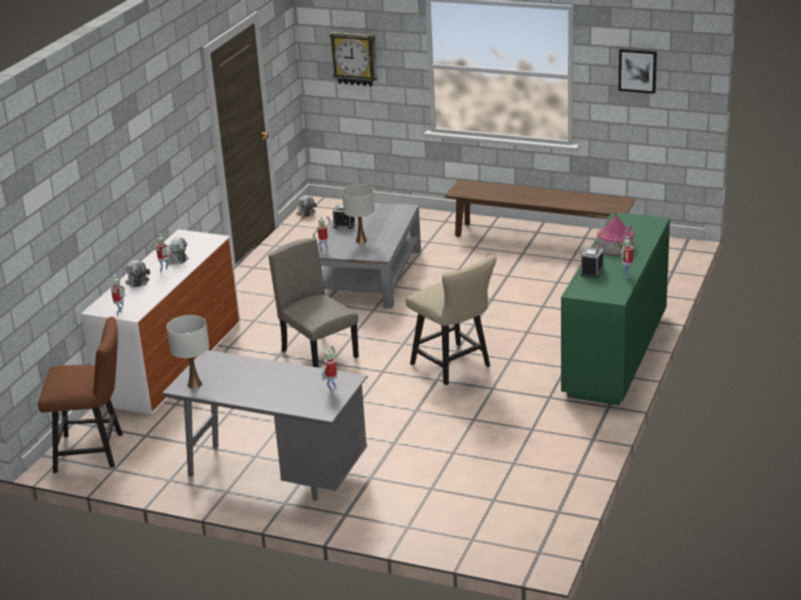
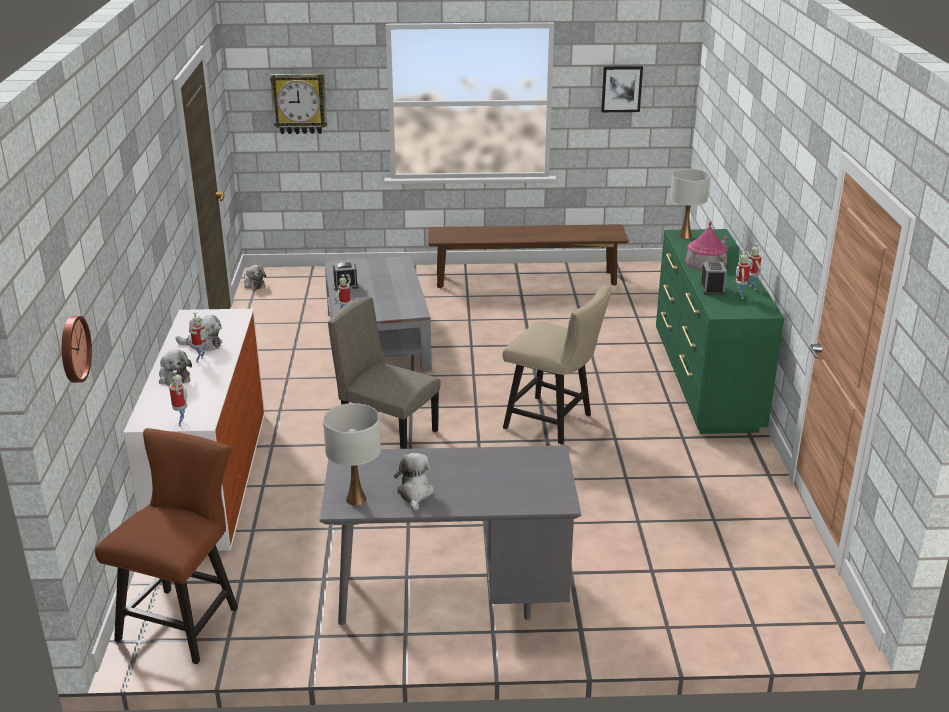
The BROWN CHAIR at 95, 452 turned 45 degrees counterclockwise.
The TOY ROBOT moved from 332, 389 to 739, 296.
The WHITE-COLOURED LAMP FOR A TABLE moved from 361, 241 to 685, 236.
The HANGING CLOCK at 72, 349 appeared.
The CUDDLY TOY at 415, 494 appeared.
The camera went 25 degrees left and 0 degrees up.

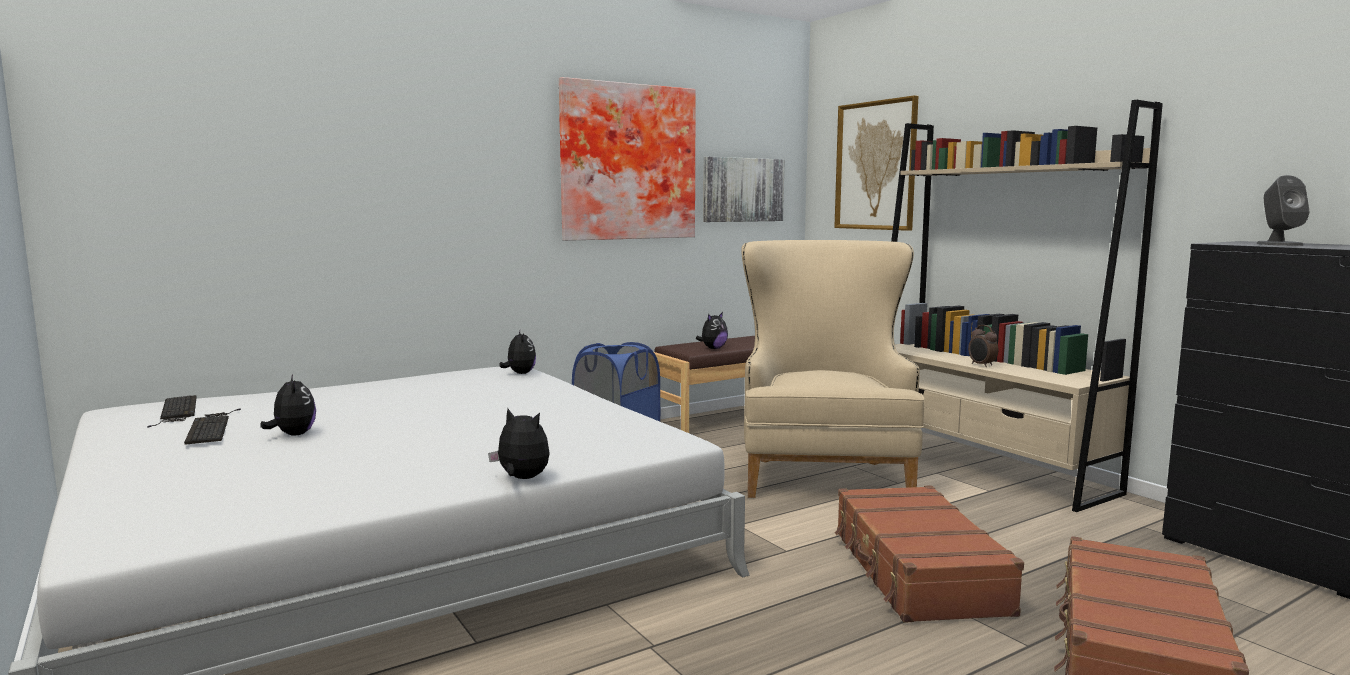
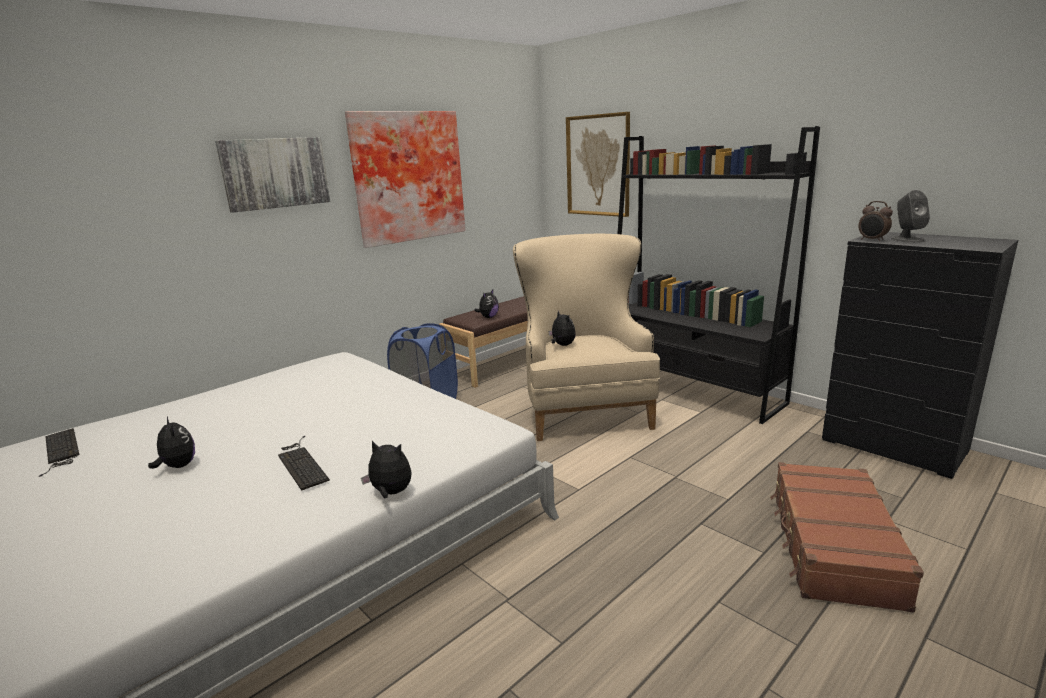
The KEYBOARD moved from 211, 427 to 301, 463.
The CUDDLY TOY moved from 519, 373 to 562, 345.
The WALL ART moved from 742, 190 to 275, 173.
The BROWN SUITCASE at 916, 572 disappeared.
The BEIGE-COLOURED BOOKCASE at 984, 466 became the BLACK-COLOURED BOOKCASE at 692, 389.
The ALARM CLOCK moved from 981, 365 to 872, 240.
The camera went 10 degrees left and 10 degrees up.

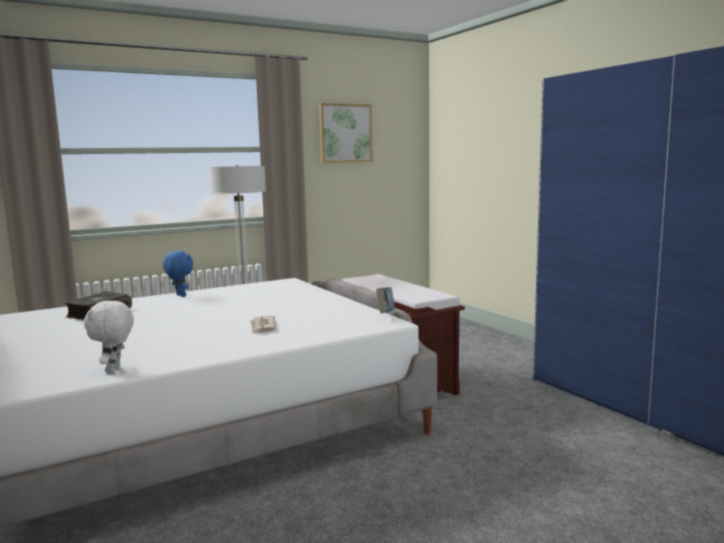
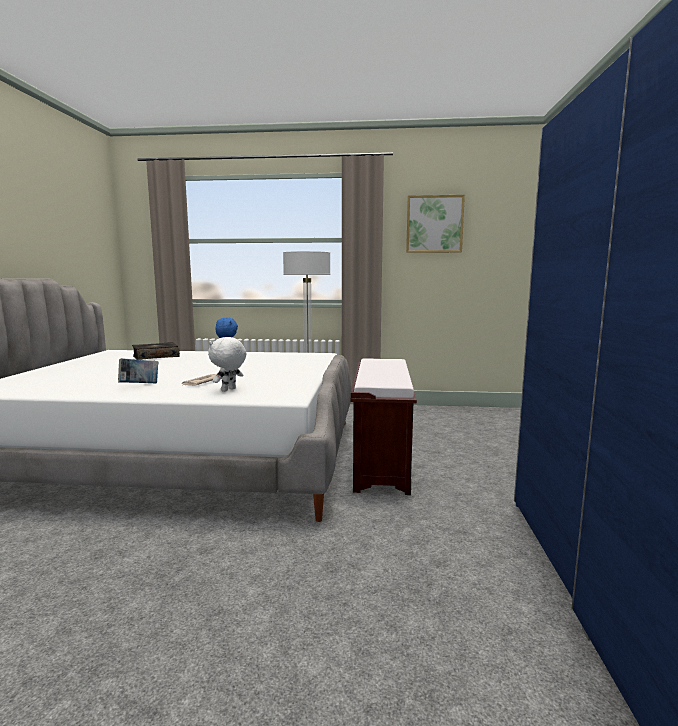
The WHITE-COLOURED CUDDLY TOY moved from 114, 370 to 229, 390.
The BOOK moved from 386, 314 to 139, 385.
The camera went 35 degrees right and 0 degrees up.

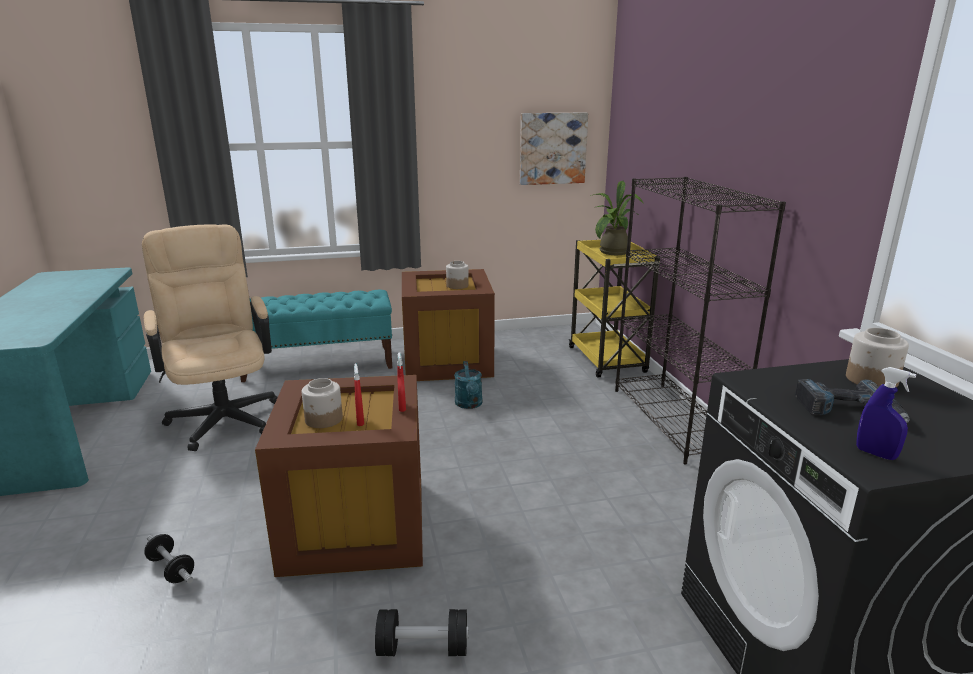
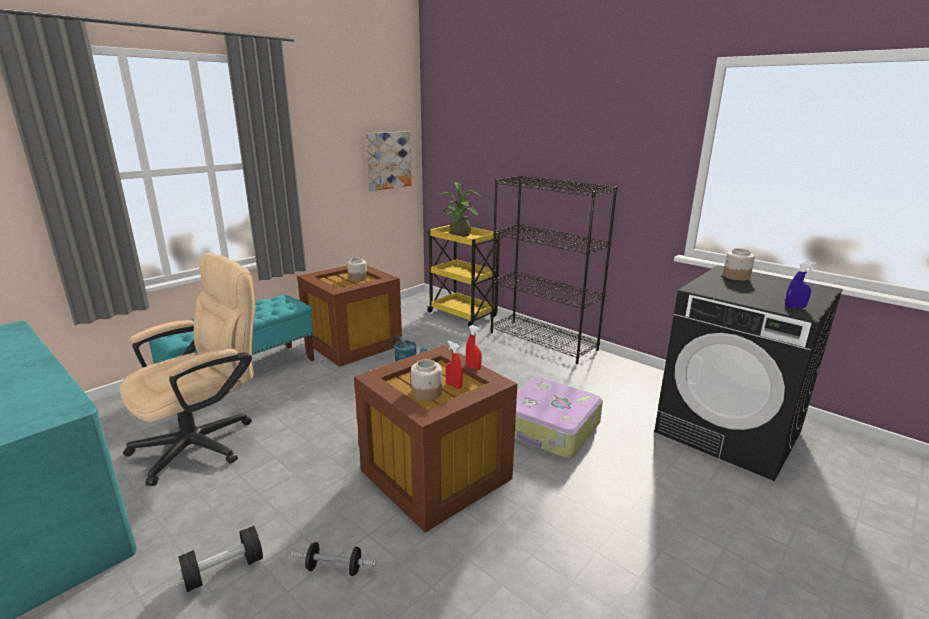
The BEIGE-COLOURED OFFICE CHAIR at 224, 415 turned 105 degrees clockwise.
The BLACK-COLOURED FREE WEIGHT moved from 423, 648 to 224, 570.
The ELECTRIC DRILL at 848, 410 disappeared.
The SUITCASE at 549, 428 appeared.
The camera went 35 degrees left and 0 degrees up.

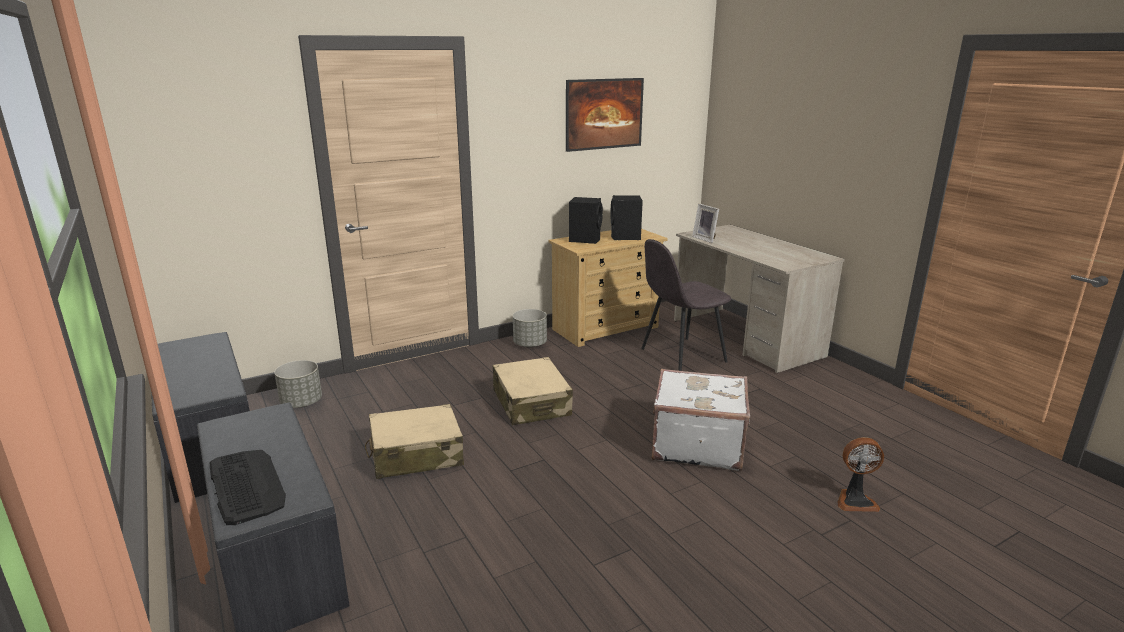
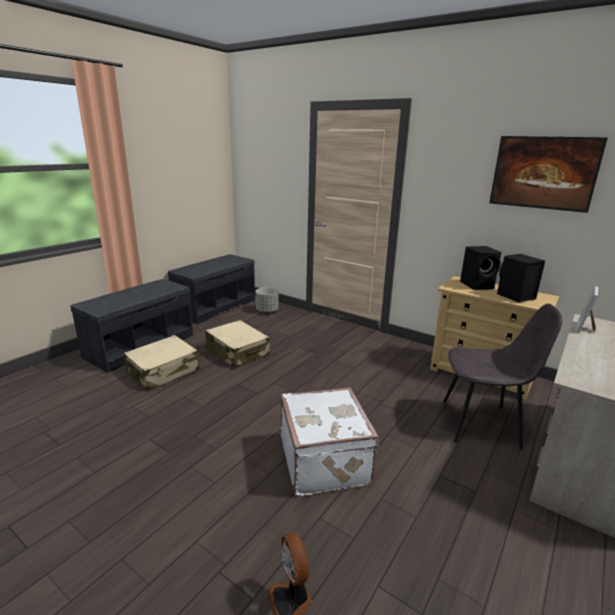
The KEYBOARD at 246, 485 disappeared.
The BEIGE-COLOURED SUITCASE moved from 531, 403 to 164, 371.
The GREY PLANTER at 530, 344 disappeared.
The GREY CHAIR at 681, 356 turned 150 degrees clockwise.
The camera went 65 degrees right and 0 degrees up.

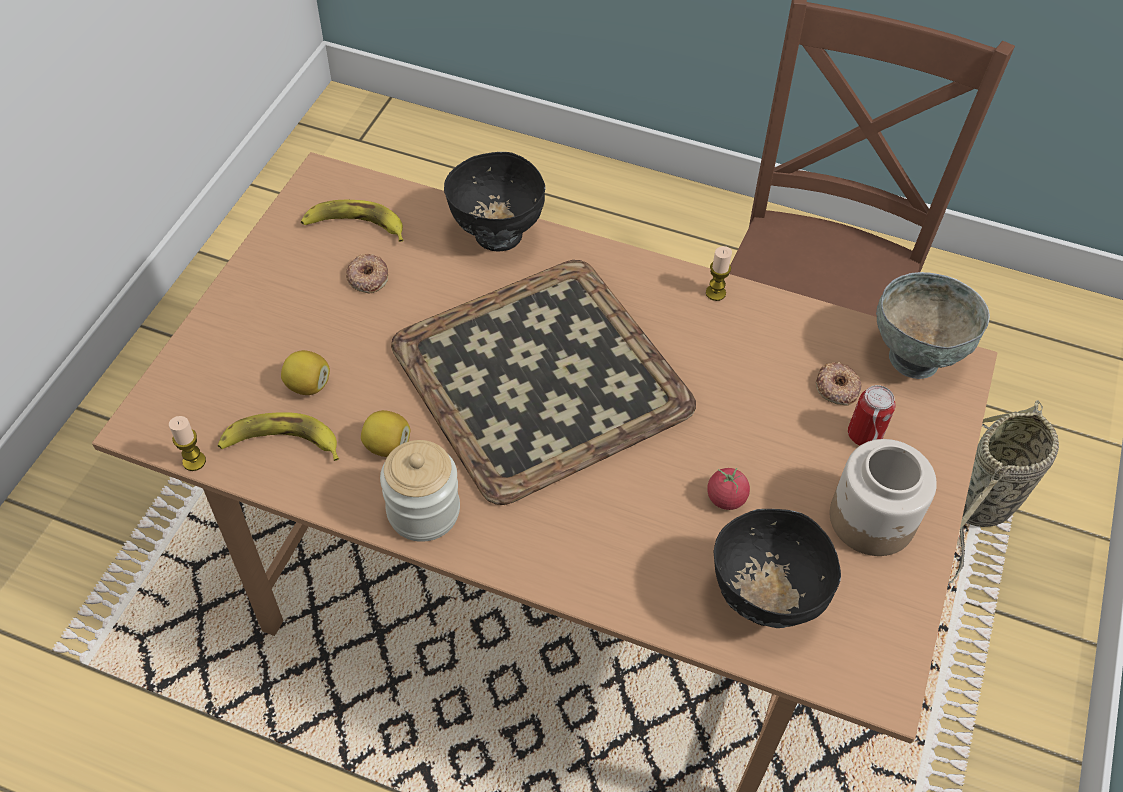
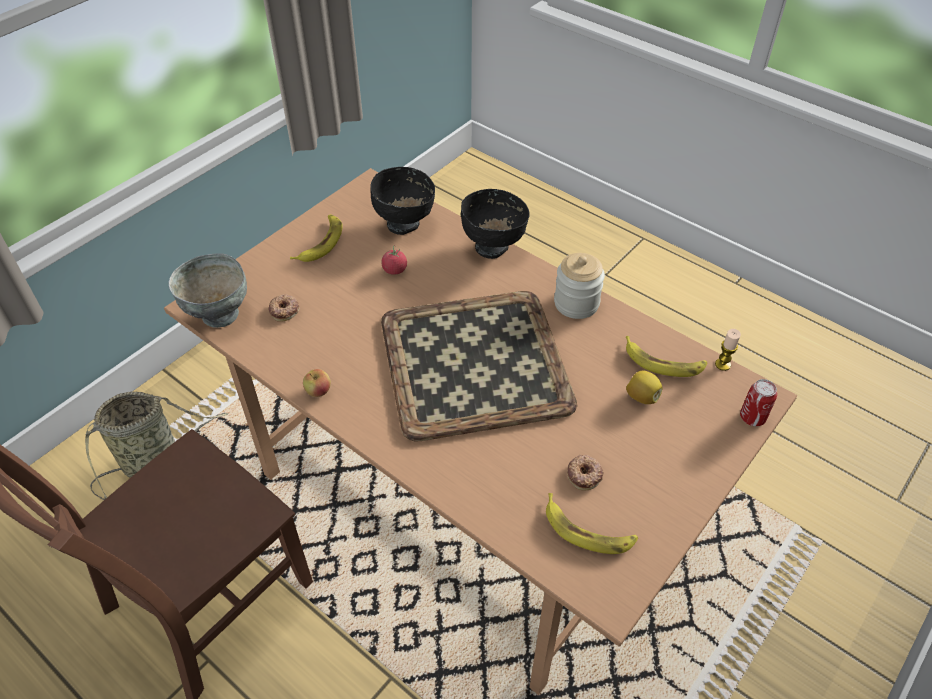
The WHOLE LEMON at 387, 445 disappeared.
The BLACK-COLOURED BOWL moved from 497, 236 to 493, 247.
The CANDLE at 715, 293 was replaced by the WHOLE APPLE at 318, 391.
The STORAGE JAR at 873, 520 was replaced by the WHOLE BANANA at 321, 242.
The METAL CAN moved from 864, 435 to 752, 417.
The camera went 160 degrees left and 5 degrees down.

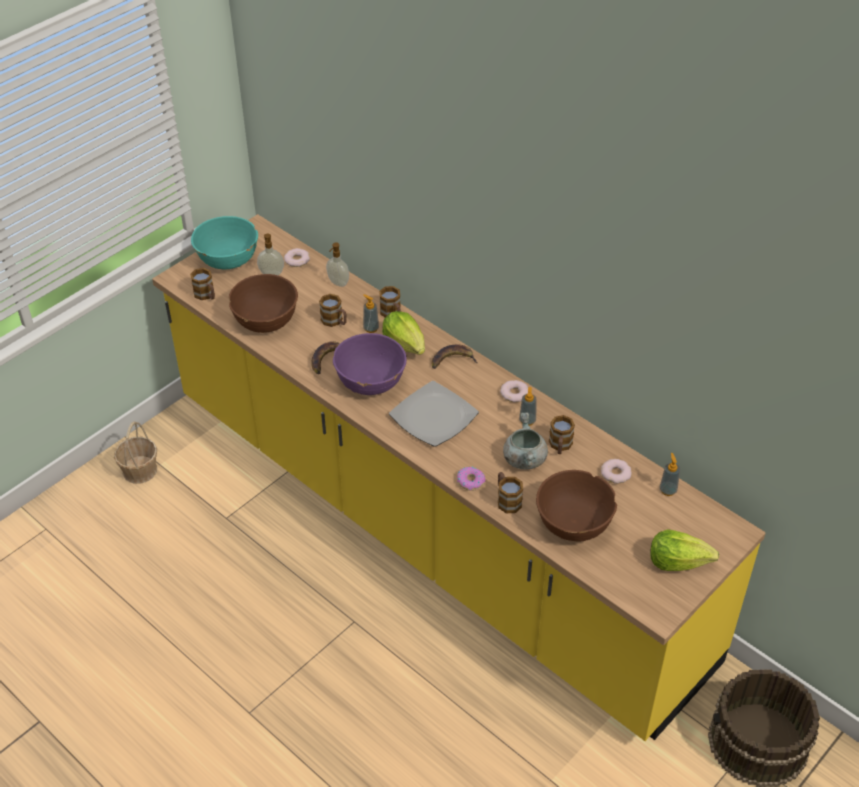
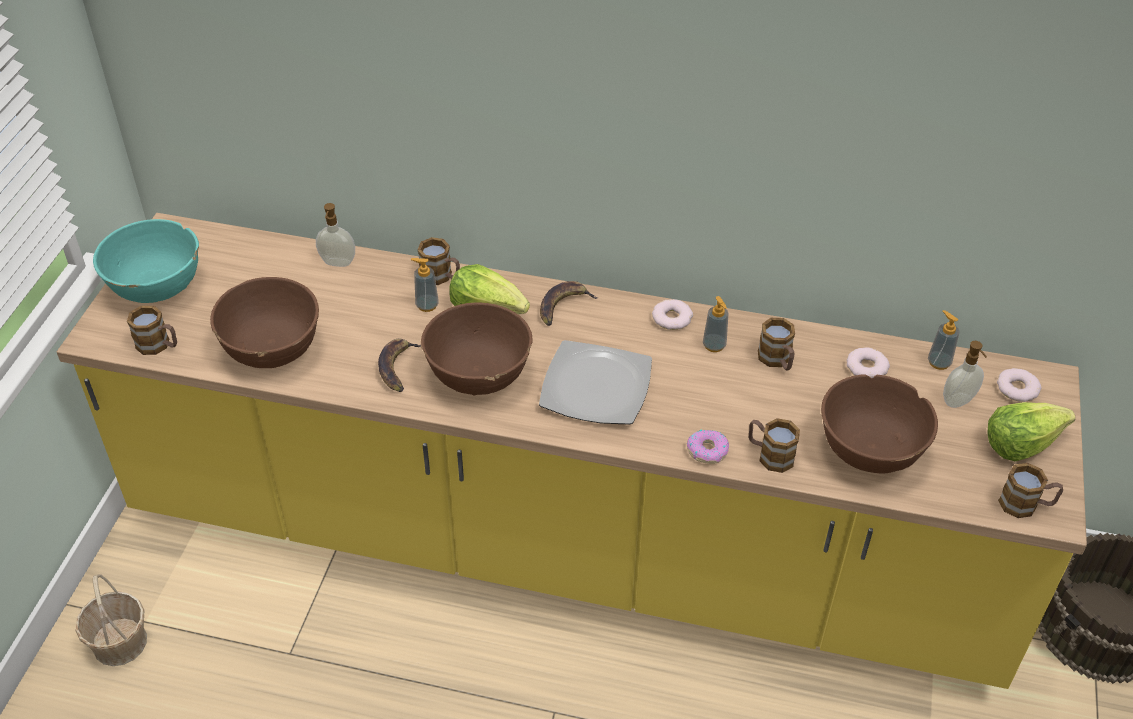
The SOAP DISPENSER moved from 271, 274 to 958, 401.
The DOUGHNUT moved from 297, 260 to 1017, 388.
The MUG moved from 335, 321 to 1026, 505.
The PURPLE-COLOURED BOWL at 370, 381 became the BROWN BOWL at 479, 373.
The GREY SAUCEPOT at 524, 459 disappeared.
The camera went 30 degrees left and 0 degrees up.

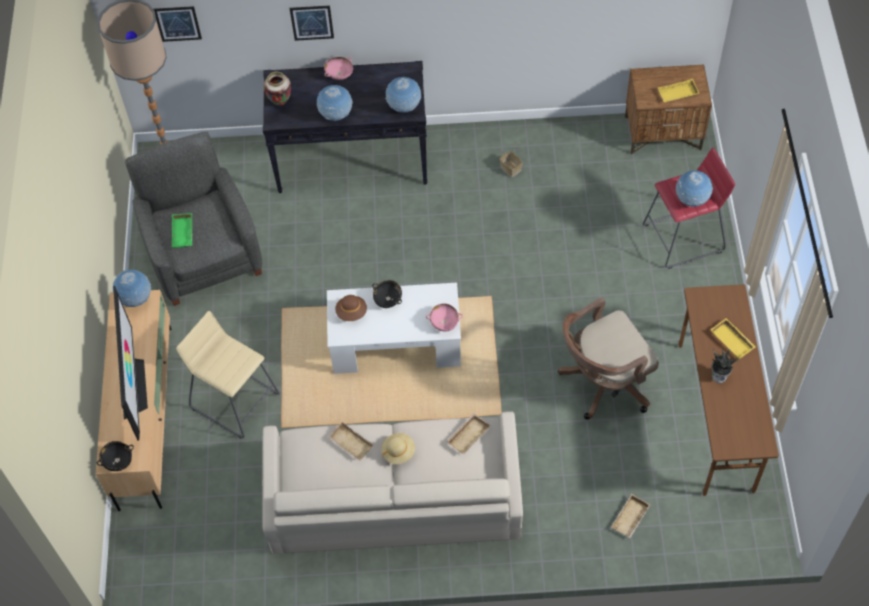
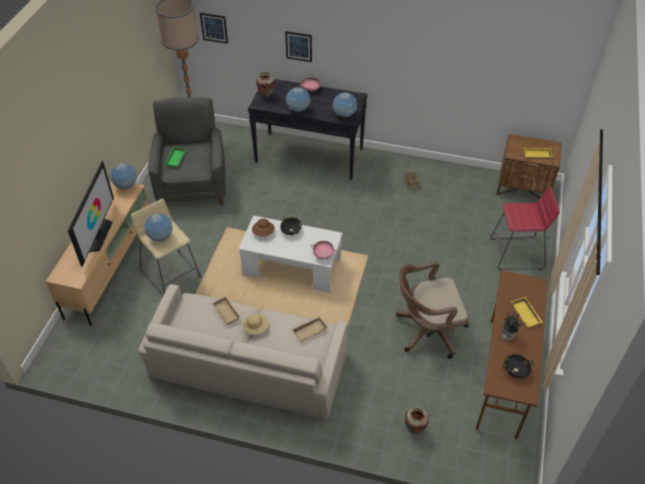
The BLACK-COLOURED BOWL moved from 118, 461 to 515, 370.
The BEIGE-COLOURED CARRYING TRAY at 631, 519 was replaced by the FLOWER VASE at 414, 430.
The GLOBE moved from 691, 200 to 161, 237.
The camera went 15 degrees right and 10 degrees down.

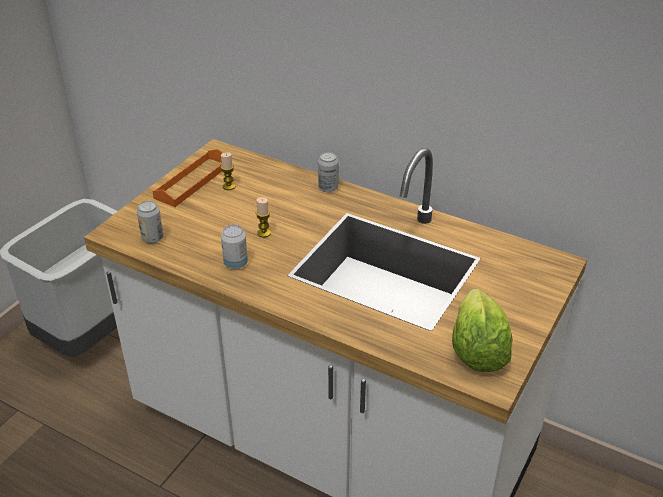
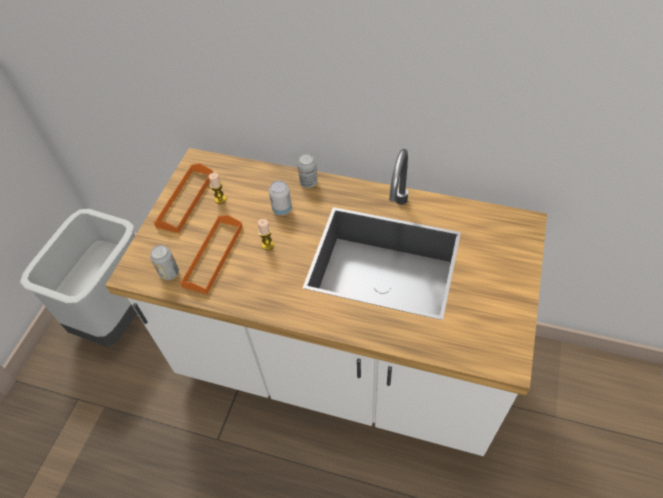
The METAL CAN moved from 236, 263 to 282, 209.
The LETTUCE at 477, 350 disappeared.
The ORANGE-COLOURED CARRYING TRAY at 213, 256 appeared.
The camera went 10 degrees left and 15 degrees up.

